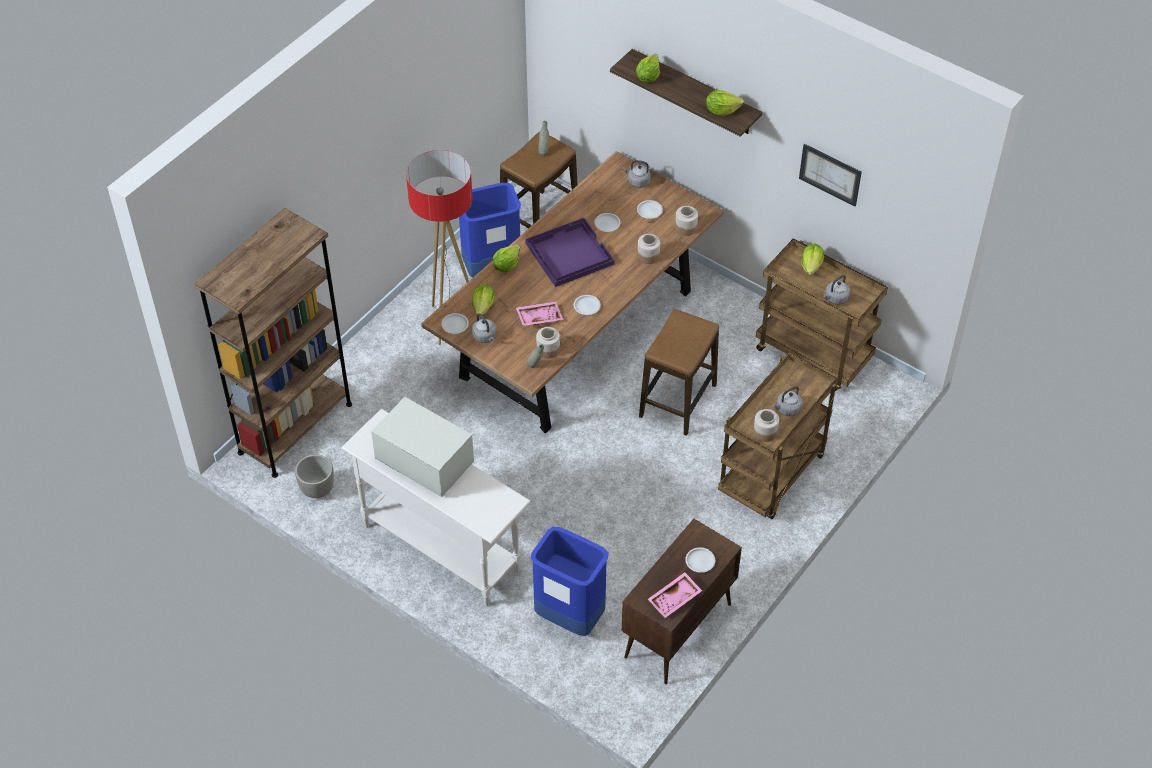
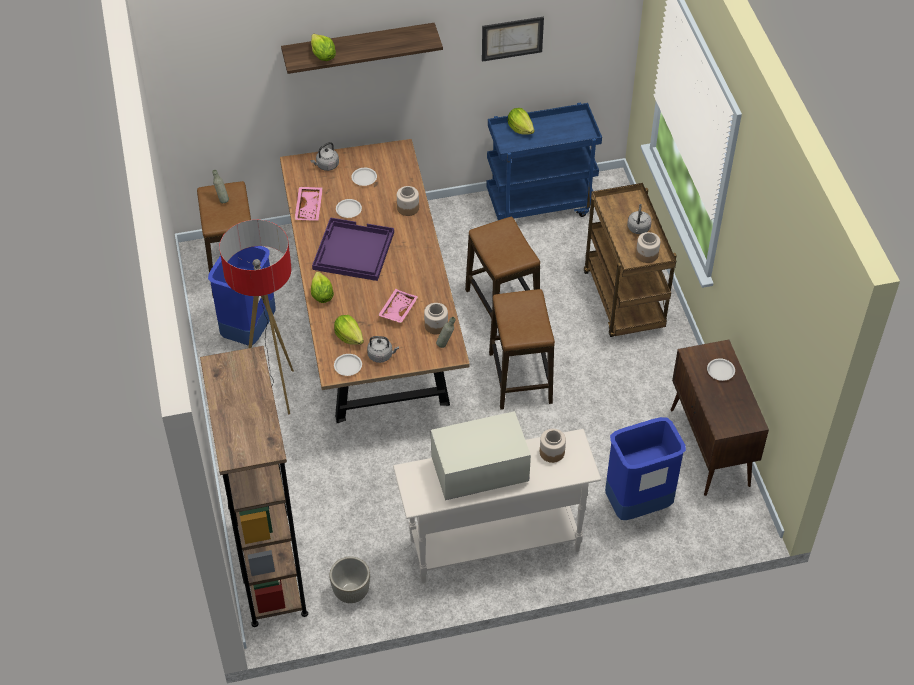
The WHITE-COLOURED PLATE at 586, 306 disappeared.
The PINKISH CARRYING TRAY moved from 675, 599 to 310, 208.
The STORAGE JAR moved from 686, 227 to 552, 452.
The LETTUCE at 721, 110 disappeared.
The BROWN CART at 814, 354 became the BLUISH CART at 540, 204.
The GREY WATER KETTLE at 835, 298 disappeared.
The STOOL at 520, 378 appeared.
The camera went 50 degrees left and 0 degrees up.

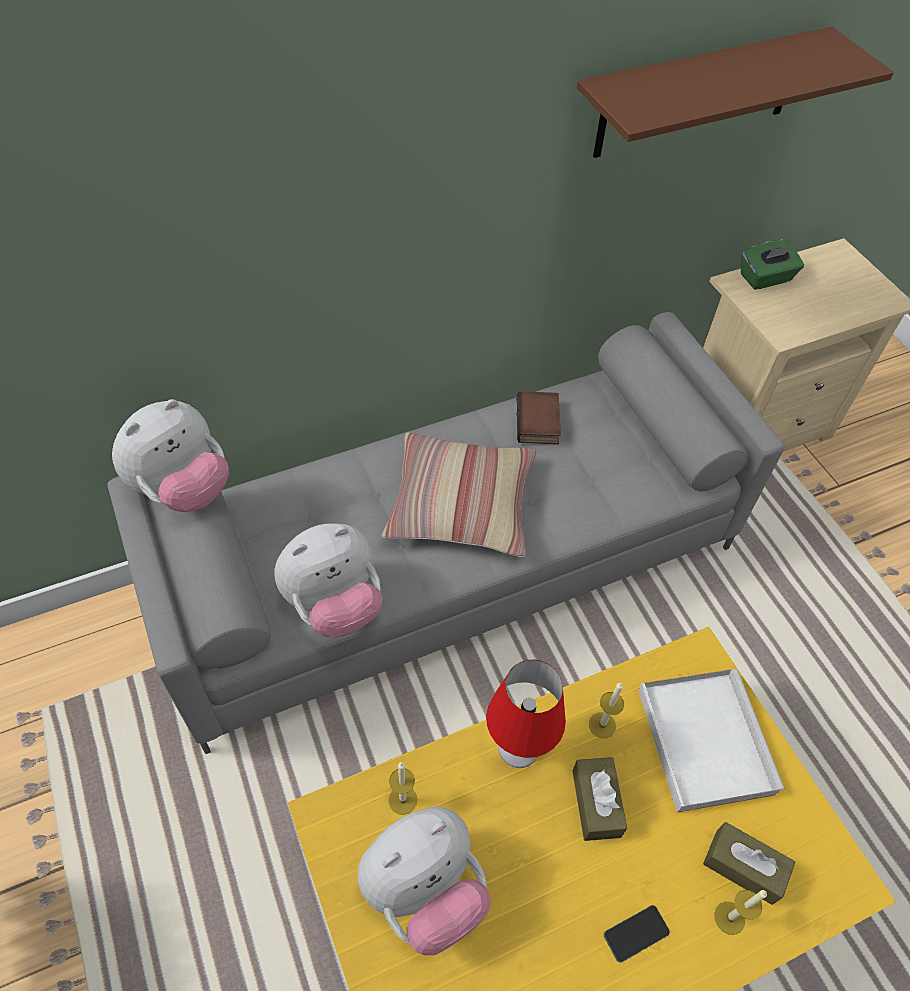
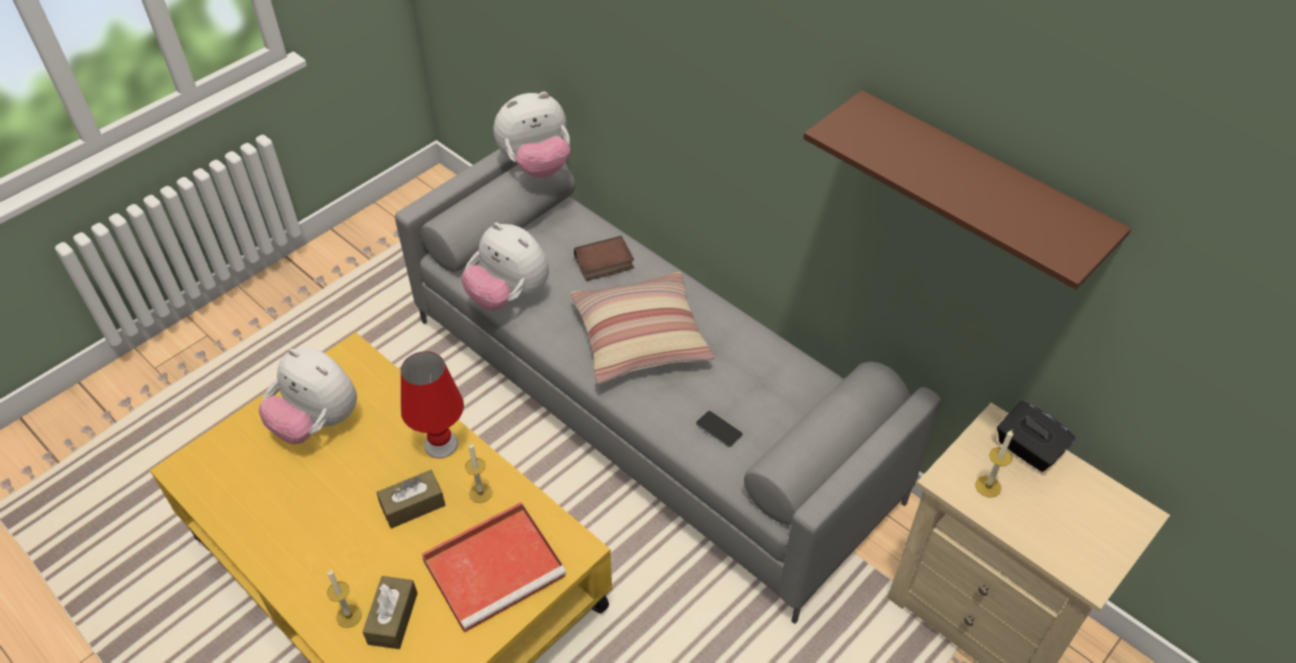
The CUDDLY TOY at 183, 489 turned 45 degrees counterclockwise.
The CANDLE moved from 403, 800 to 988, 486.
The BOOK moved from 539, 423 to 603, 264.
The TELEPHONE moved from 636, 933 to 719, 429.
The WHITE-COLOURED CARRYING TRAY at 703, 738 became the REDDISH CARRYING TRAY at 496, 566.
The GREEN-COLOURED TISSUE BOX at 765, 278 became the BLACK-COLOURED TISSUE BOX at 1027, 449.
The camera went 70 degrees right and 5 degrees down.

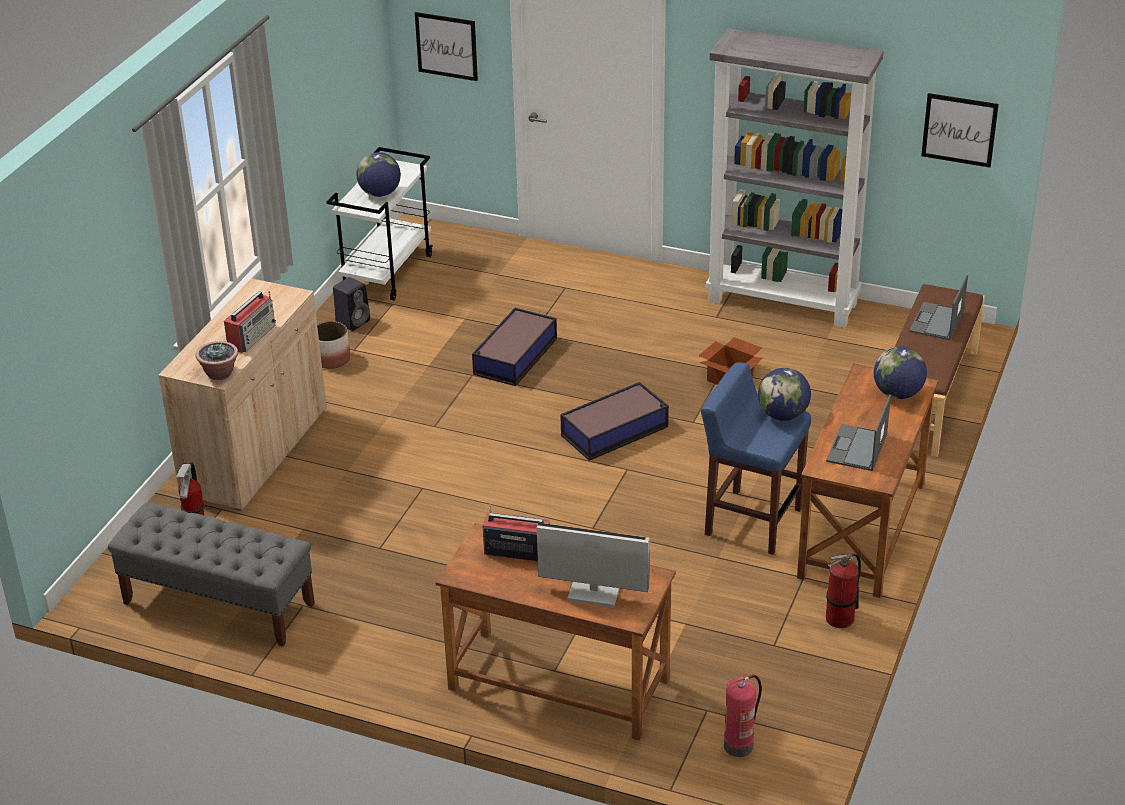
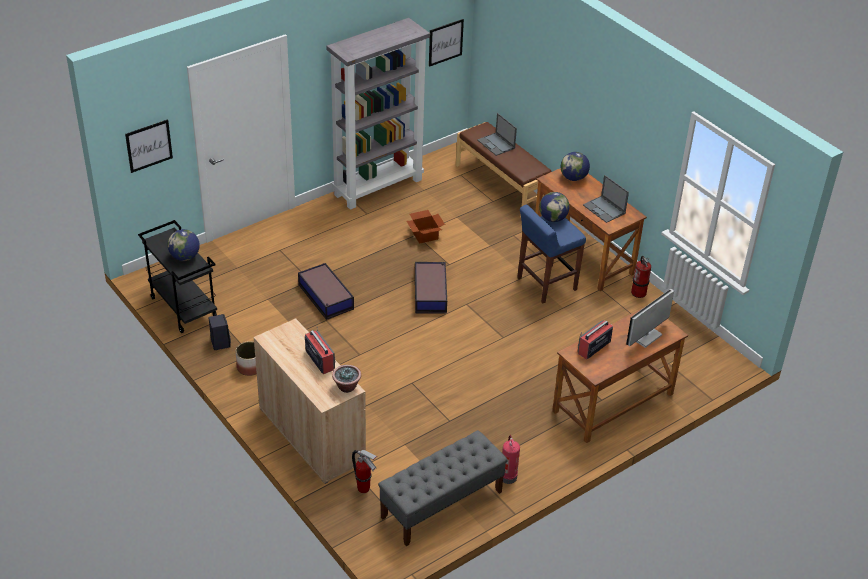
The WHITE-COLOURED CART at 387, 272 became the BLACK-COLOURED CART at 183, 308.
The EXTINGUISHER moved from 739, 745 to 507, 476.
The camera went 60 degrees left and 5 degrees up.

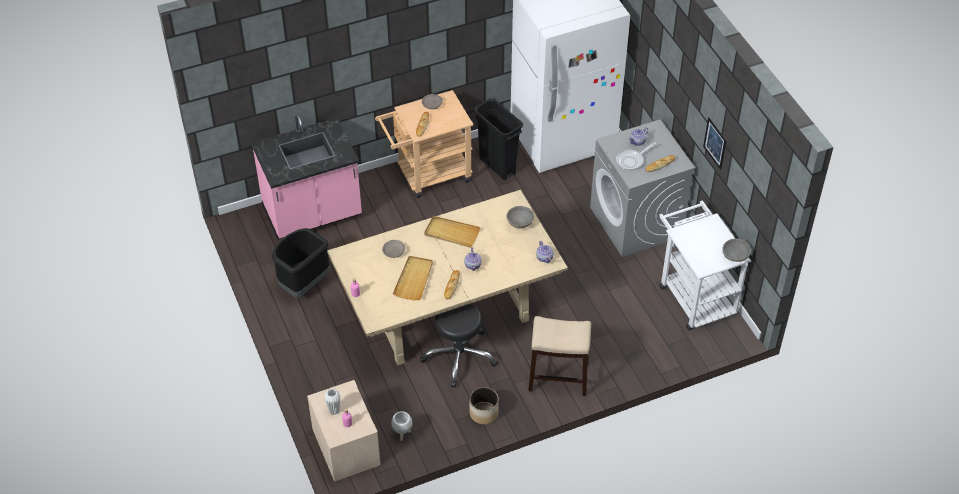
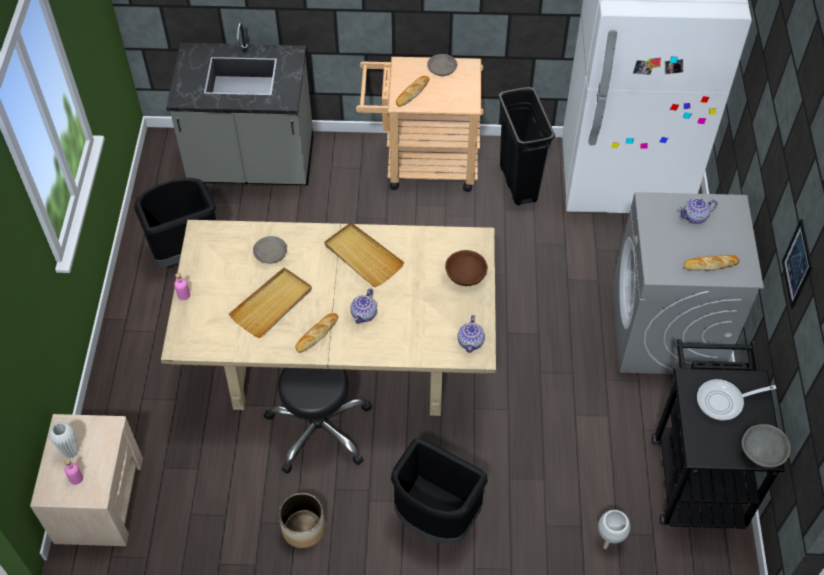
The PINKISH KITCHEN COUNTER at 312, 214 became the GREY KITCHEN COUNTER at 252, 165.
The WHITE-COLOURED PLANTER moved from 402, 434 to 609, 539.
The GREY BOWL at 520, 222 became the BROWN BOWL at 466, 276.
The STOOL at 559, 377 was replaced by the BLACK-COLOURED RUBBISH BIN at 436, 518.
The PAN moved from 631, 160 to 723, 402.
The WHITE-COLOURED CART at 693, 295 became the BLACK-COLOURED CART at 696, 471.
The camera went 25 degrees right and 5 degrees up.

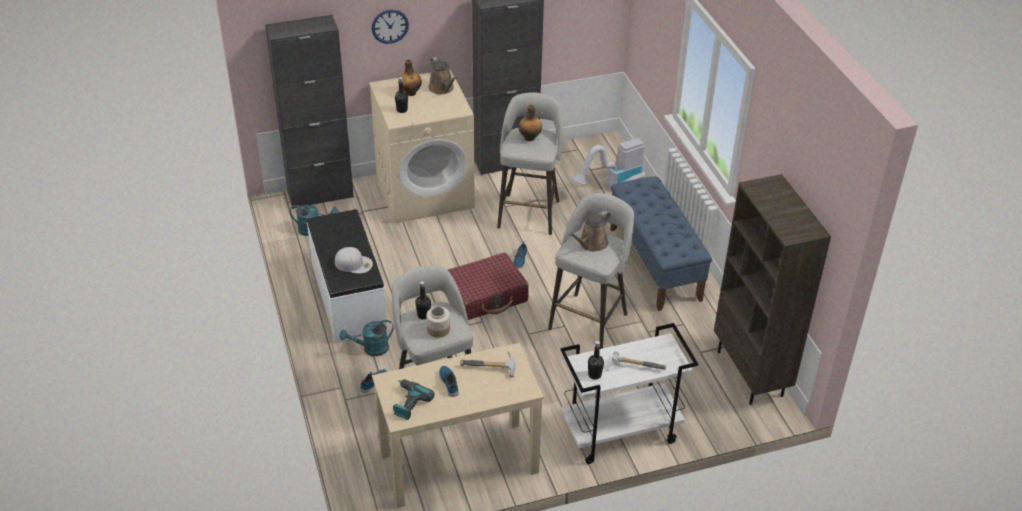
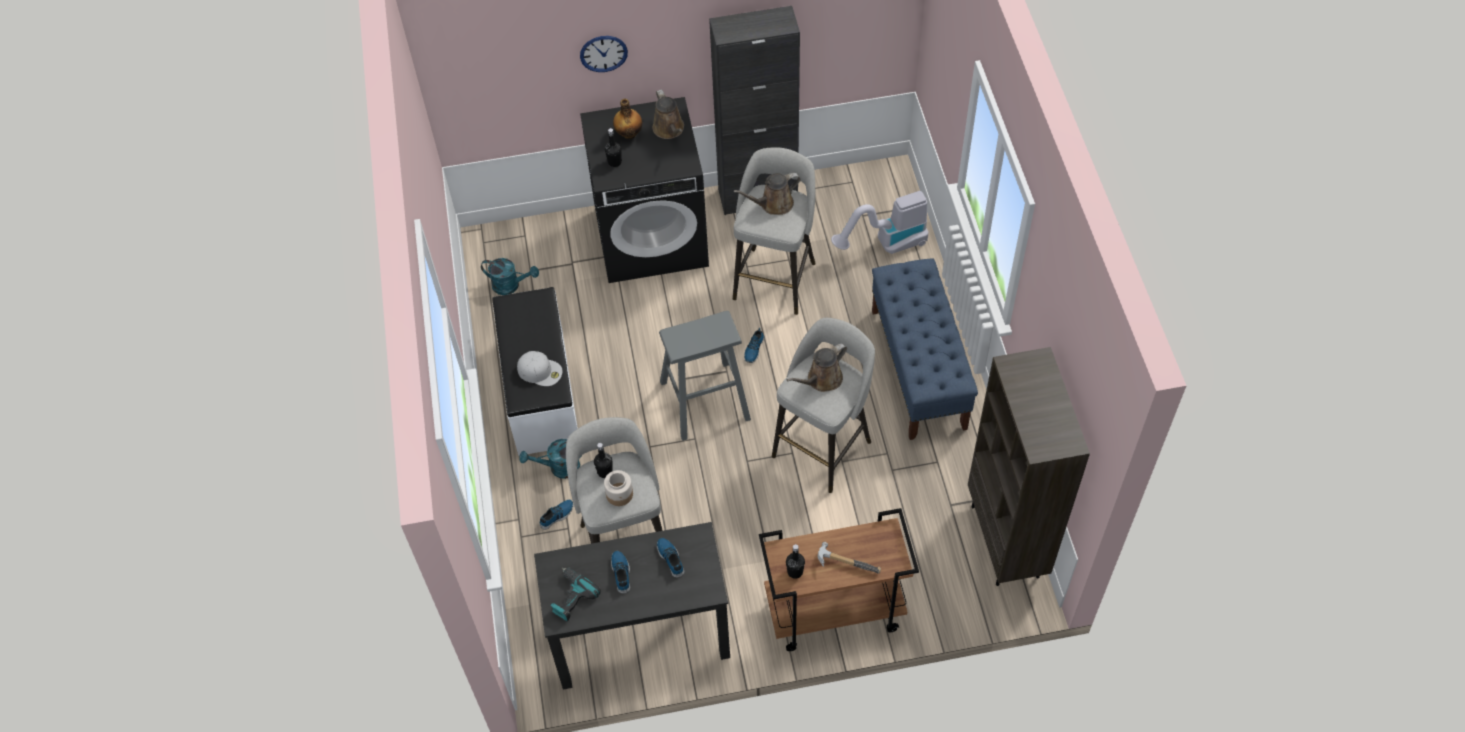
The BLACK-COLOURED CUPBOARD at 320, 195 disappeared.
The BEIGE-COLOURED LAUNDRY APPLIANCE at 425, 192 became the BLACK-COLOURED LAUNDRY APPLIANCE at 652, 237.
The BEIGE-COLOURED DESK TABLE at 458, 463 became the BLACK-COLOURED DESK TABLE at 639, 635.
The REDDISH SUITCASE at 486, 295 was replaced by the GREY STOOL at 705, 400.
The HAMMER at 490, 369 was replaced by the ITEM OF FOOTWEAR at 671, 558.
The DRINK BOTTLE at 530, 138 was replaced by the BROWN WATERING CAN at 773, 204.
The WHITE-COLOURED CART at 619, 433 became the BROWN CART at 833, 612.
The camera went 10 degrees right and 15 degrees up.

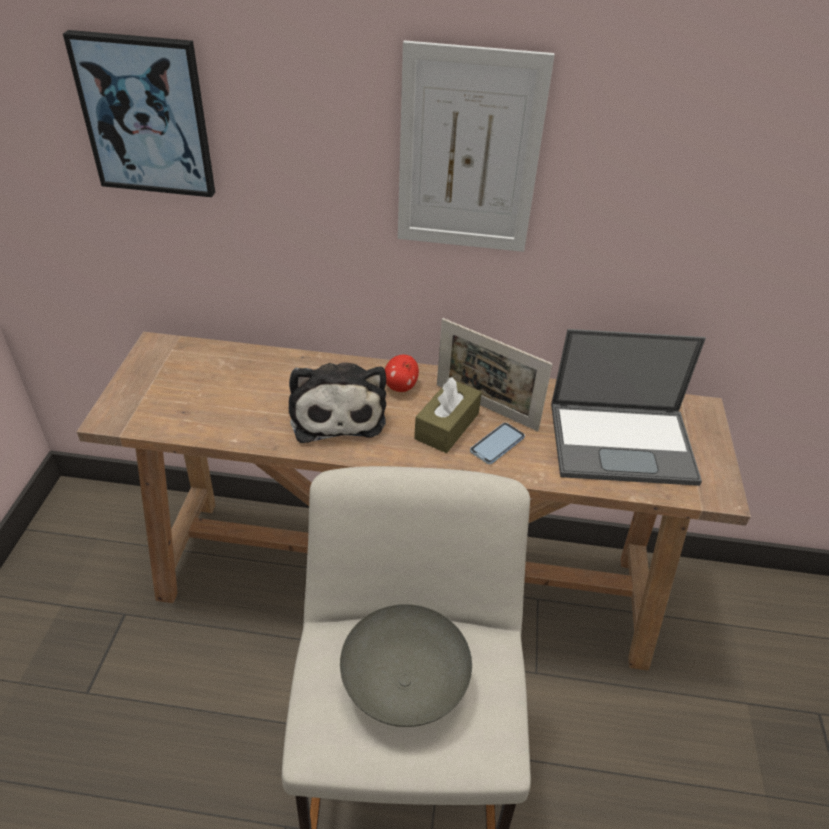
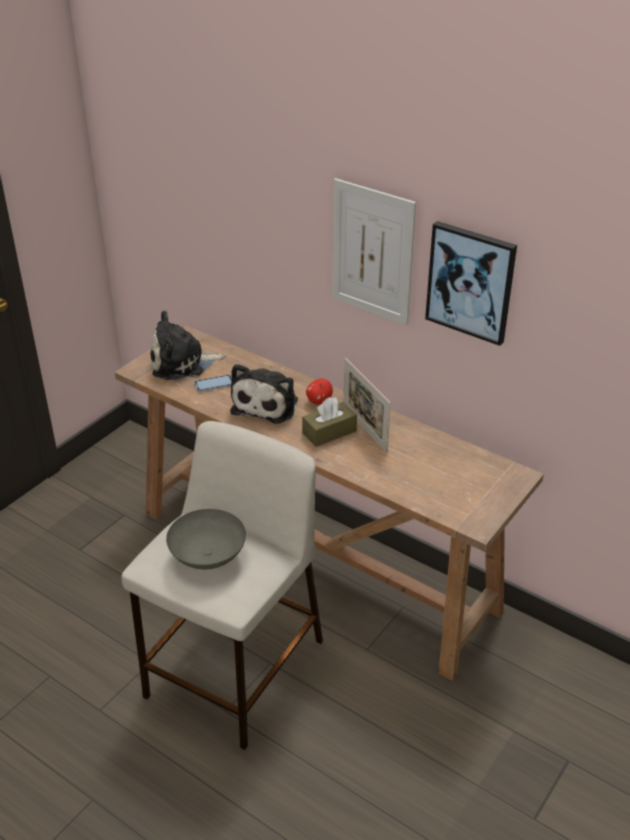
The WALL ART moved from 146, 116 to 470, 282.
The TELEPHONE moved from 497, 444 to 214, 384.
The PORTABLE COMPUTER at 623, 442 disappeared.
The CUDDLY TOY at 182, 363 appeared.
The camera went 30 degrees right and 5 degrees down.

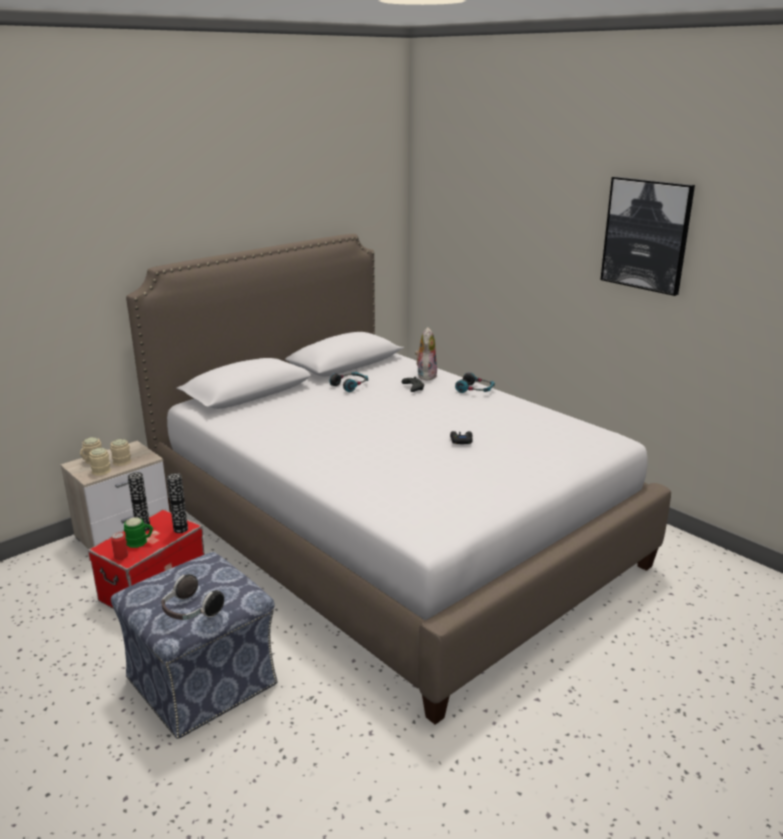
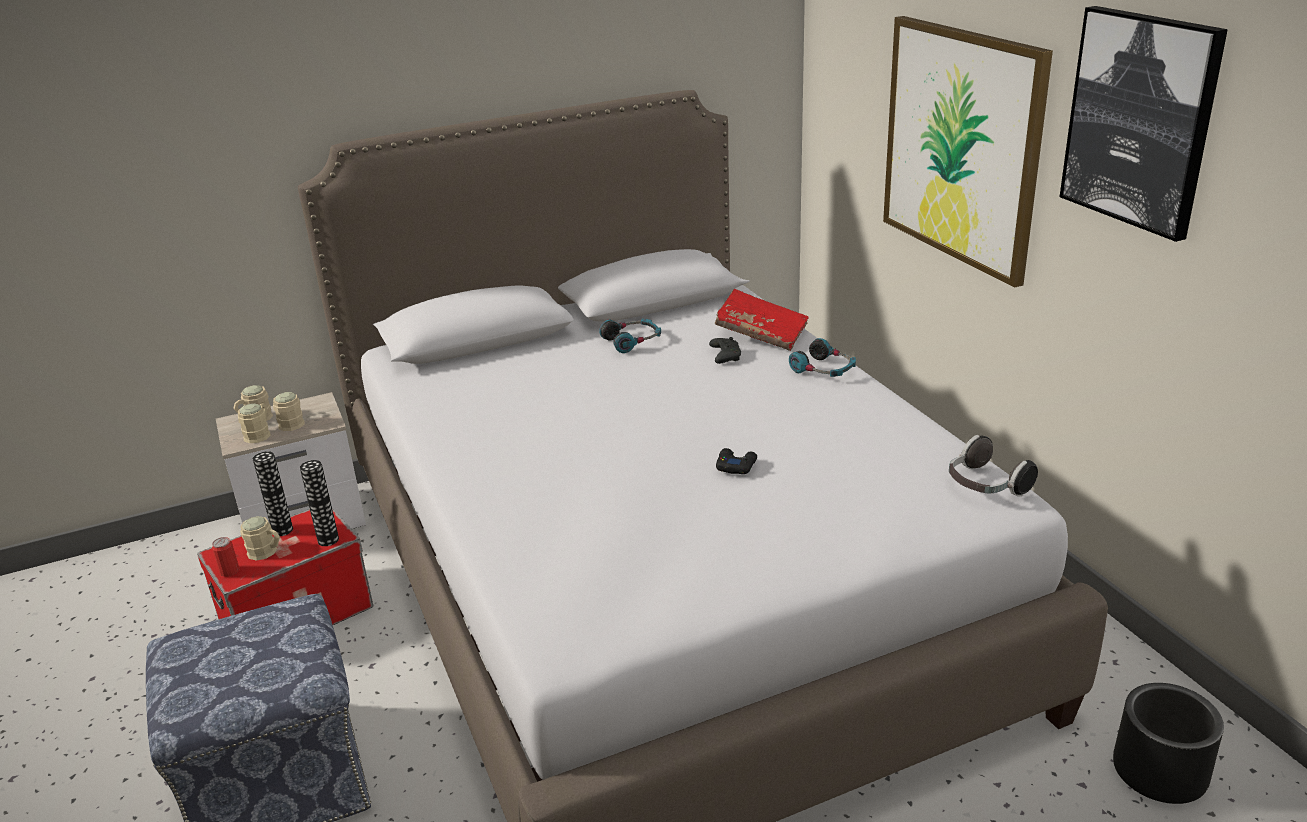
The GREEN-COLOURED MUG at 140, 542 became the BEIGE-COLOURED MUG at 266, 552.
The PAIR OF HEADPHONES moved from 190, 612 to 985, 486.
The CUDDLY TOY at 425, 375 was replaced by the REDDISH BOOK at 761, 334.
The WALL ART at 961, 146 appeared.
The BLACK-COLOURED PLANTER at 1159, 772 appeared.
The camera went 20 degrees right and 5 degrees up.

